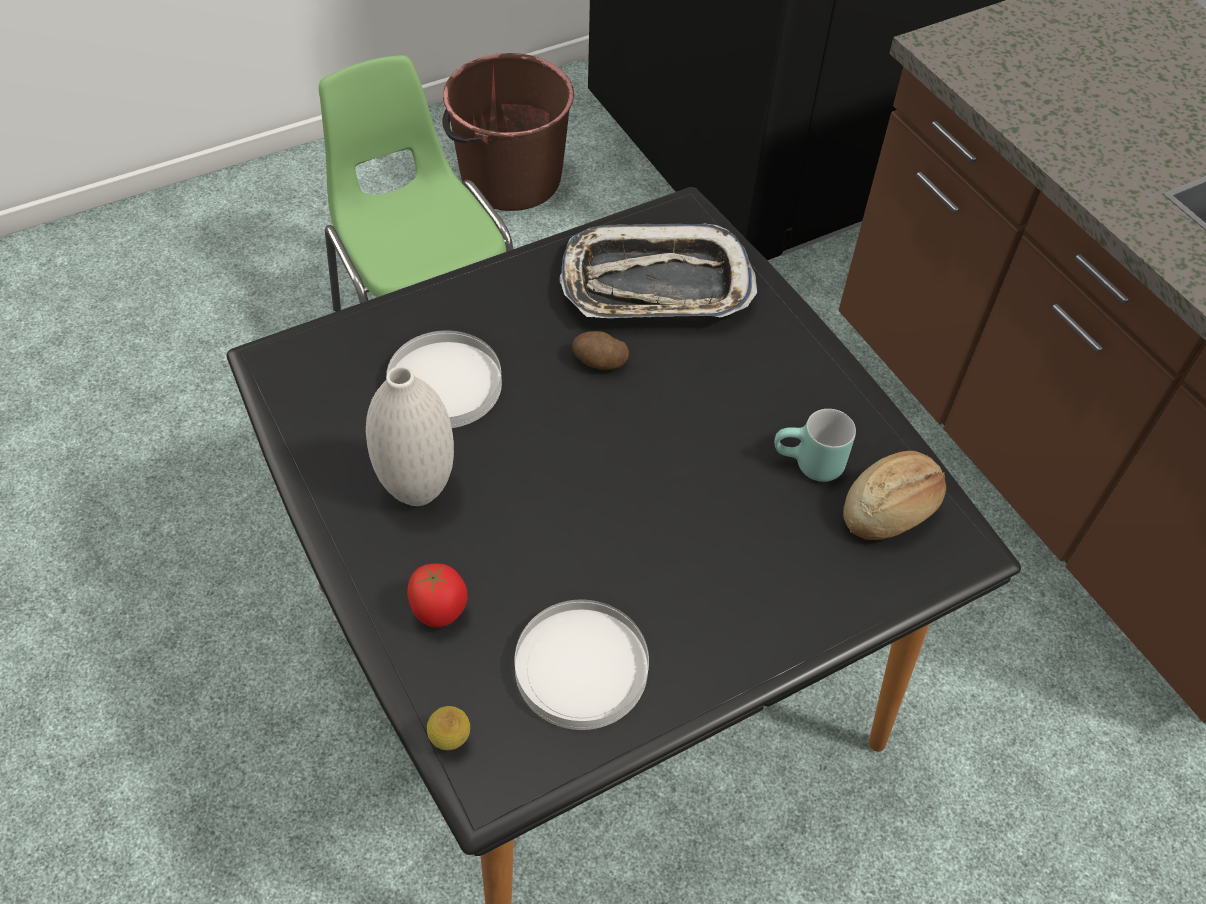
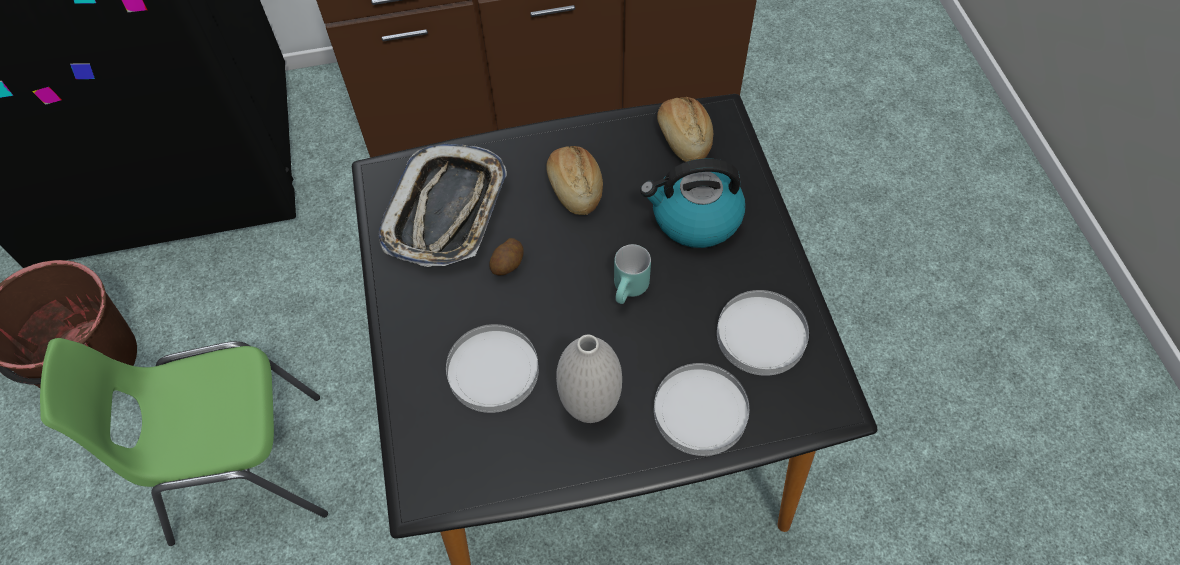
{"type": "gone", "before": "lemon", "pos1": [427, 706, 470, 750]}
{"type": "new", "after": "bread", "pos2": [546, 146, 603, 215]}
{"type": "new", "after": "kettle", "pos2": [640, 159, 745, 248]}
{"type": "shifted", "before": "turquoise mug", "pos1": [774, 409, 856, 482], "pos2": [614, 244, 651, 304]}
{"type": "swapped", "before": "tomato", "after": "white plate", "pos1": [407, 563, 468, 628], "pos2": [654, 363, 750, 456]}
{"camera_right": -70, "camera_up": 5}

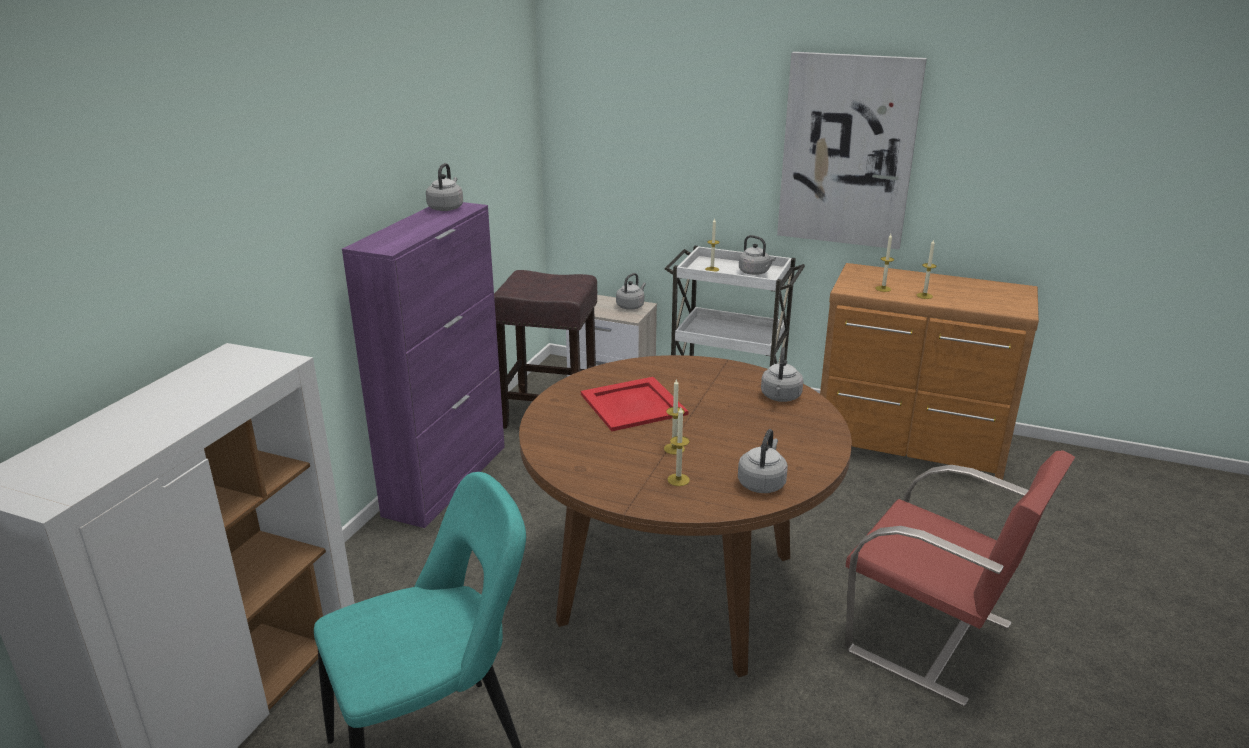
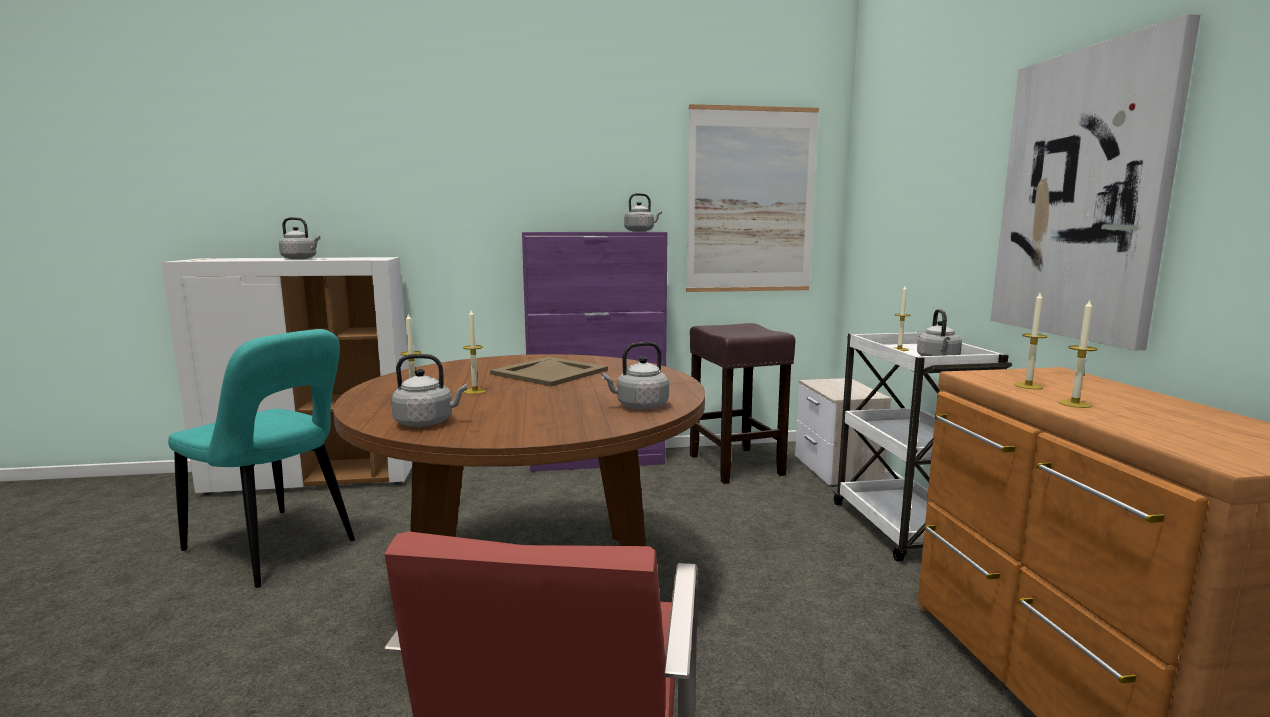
{"type": "new", "after": "picture", "pos2": [686, 104, 819, 292]}
{"type": "shifted", "before": "grey kettle", "pos1": [616, 273, 646, 310], "pos2": [279, 217, 320, 259]}
{"type": "repainted", "before": "red tray", "after": "beige tray", "pos1": [581, 377, 688, 431], "pos2": [490, 357, 608, 386]}
{"camera_right": 60, "camera_up": -15}

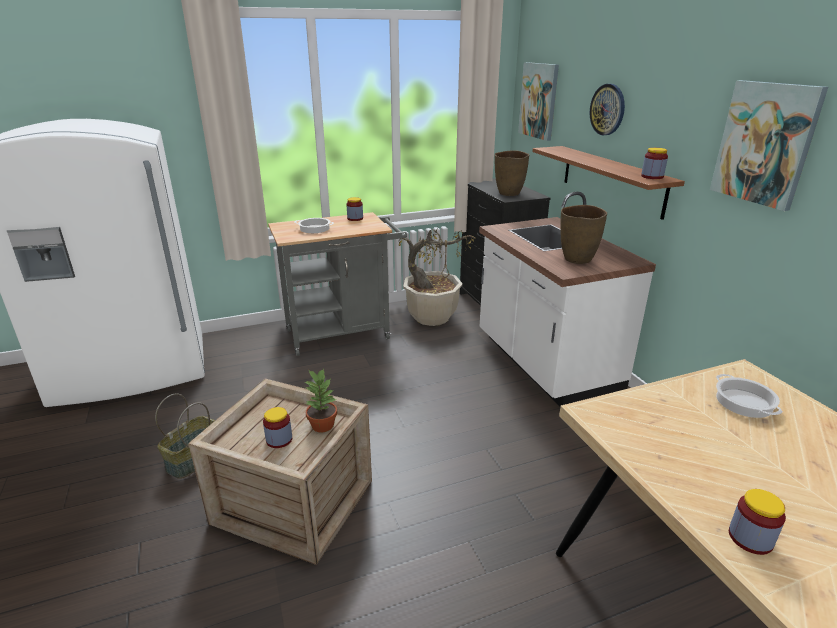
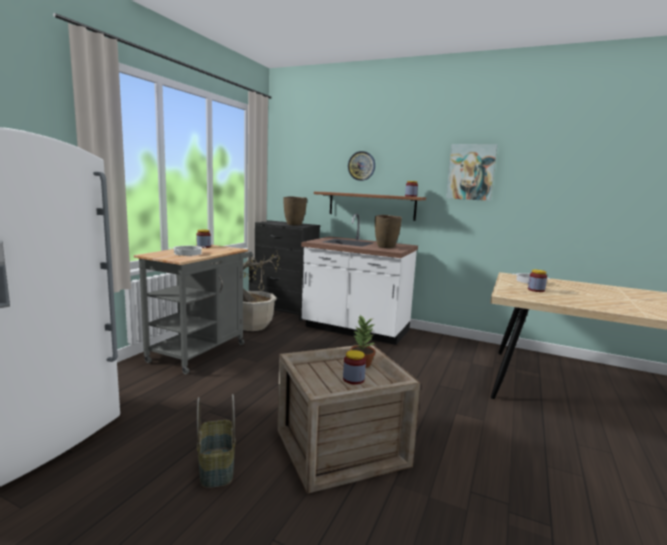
{"type": "gone", "before": "picture", "pos1": [518, 62, 559, 141]}
{"type": "shifted", "before": "jar", "pos1": [729, 489, 786, 555], "pos2": [528, 270, 547, 292]}
{"camera_right": -45, "camera_up": -15}

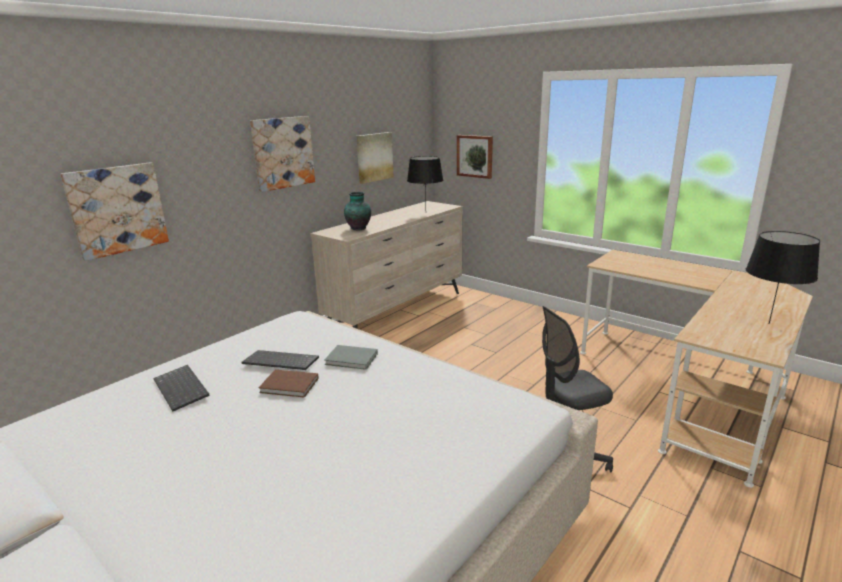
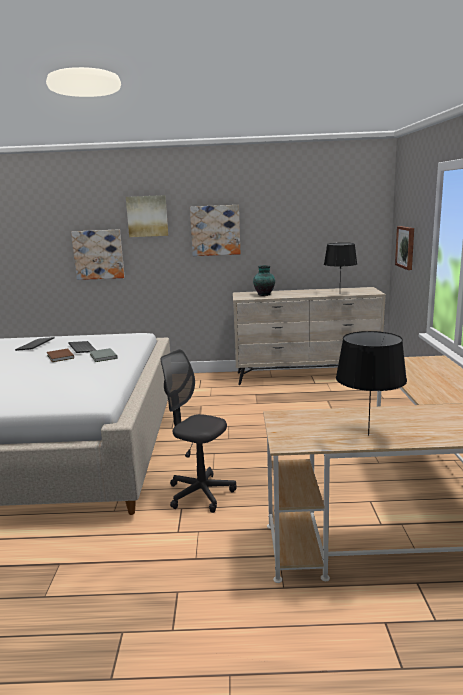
{"type": "shifted", "before": "picture", "pos1": [357, 132, 394, 184], "pos2": [126, 195, 168, 237]}
{"camera_right": 50, "camera_up": -5}

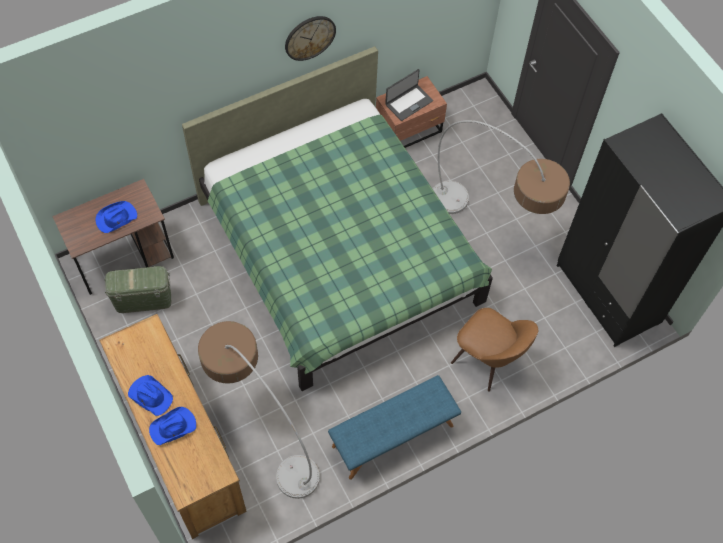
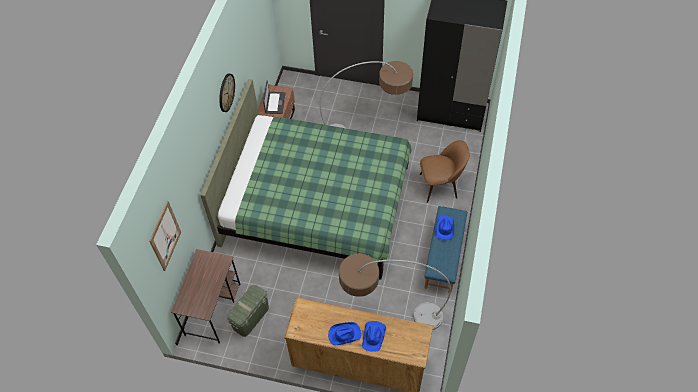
{"type": "new", "after": "picture", "pos2": [149, 201, 181, 271]}
{"type": "shifted", "before": "blue hat", "pos1": [96, 201, 137, 233], "pos2": [435, 216, 454, 240]}
{"camera_right": -45, "camera_up": -5}

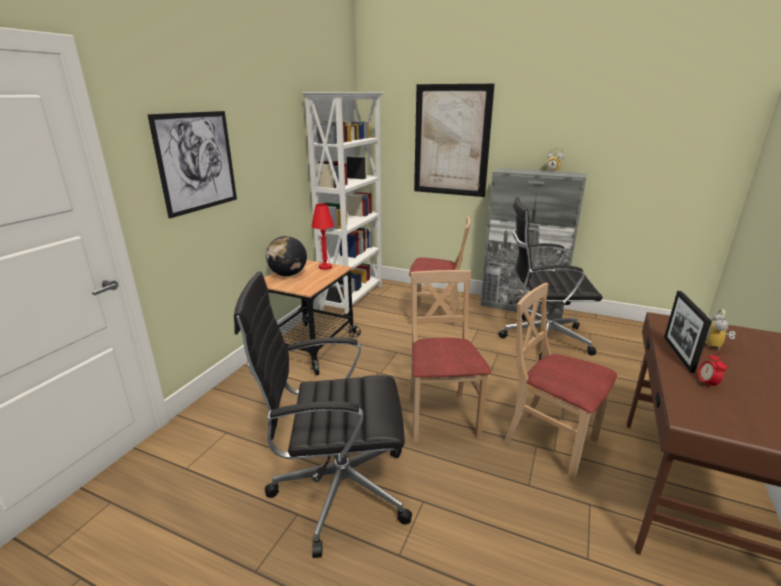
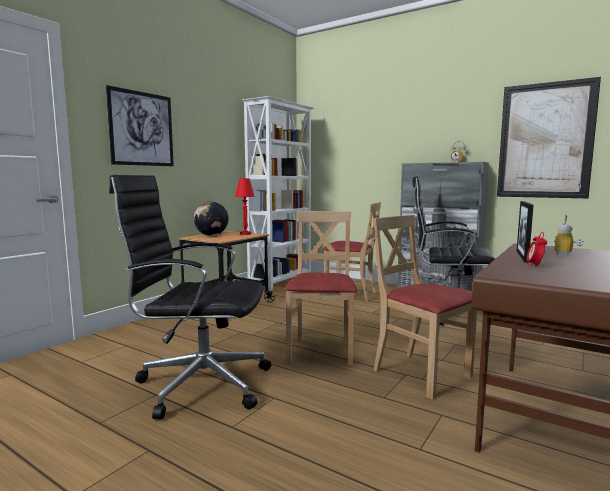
{"type": "shifted", "before": "picture", "pos1": [414, 84, 495, 197], "pos2": [497, 77, 601, 198]}
{"camera_right": 10, "camera_up": -15}

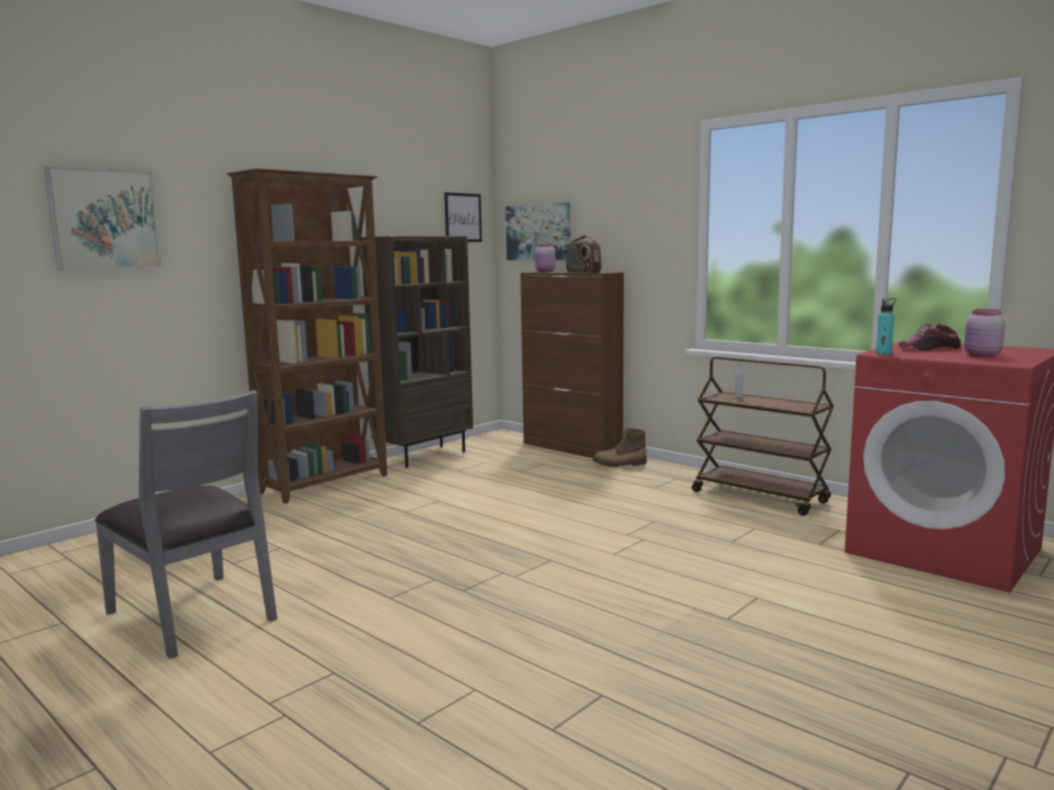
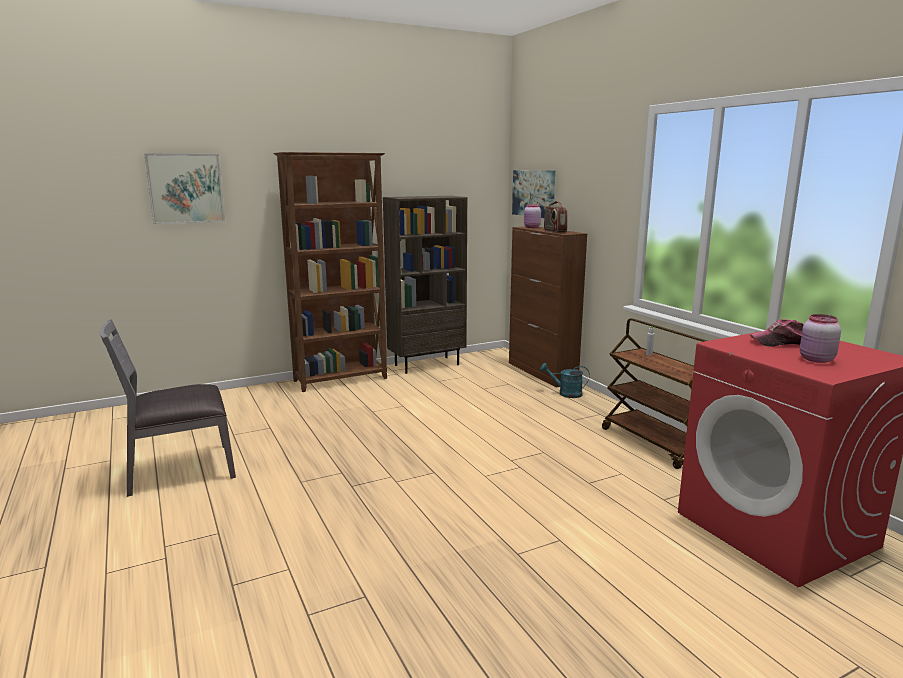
{"type": "gone", "before": "picture", "pos1": [444, 192, 482, 242]}
{"type": "gone", "before": "turquoise bottle", "pos1": [876, 298, 896, 355]}
{"type": "swapped", "before": "boot", "after": "turquoise watering can", "pos1": [592, 428, 647, 467], "pos2": [540, 363, 590, 398]}
{"type": "rotated", "before": "grey chair", "pos1": [95, 390, 277, 659], "pos2": [99, 319, 236, 497], "turn": 90}
{"camera_right": 20, "camera_up": 5}

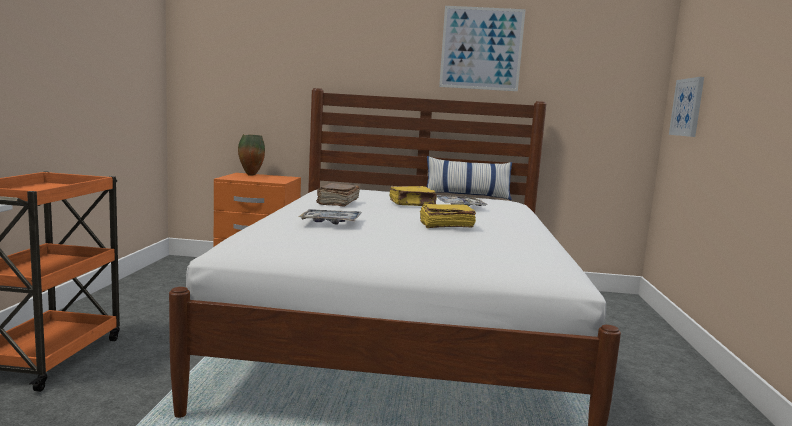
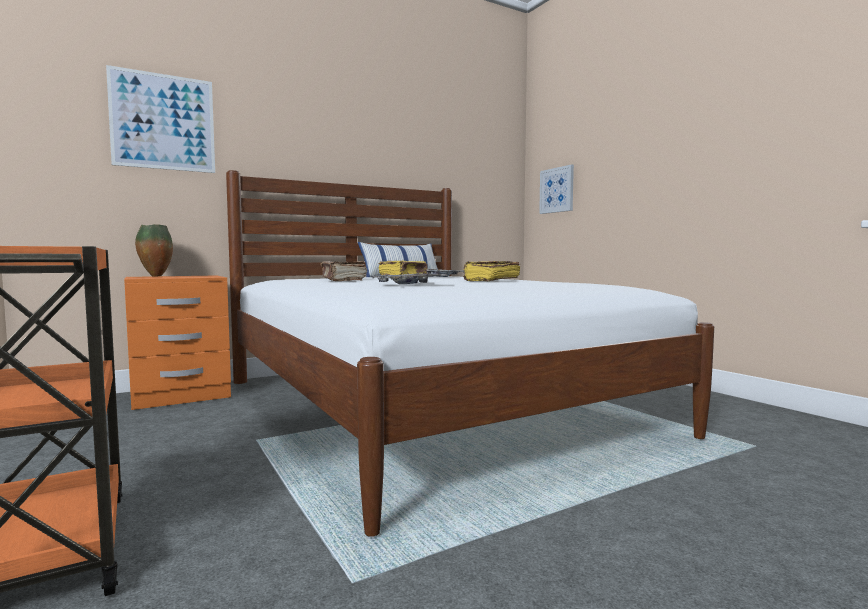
{"type": "shifted", "before": "picture", "pos1": [439, 6, 526, 91], "pos2": [106, 65, 215, 173]}
{"camera_right": -35, "camera_up": -5}

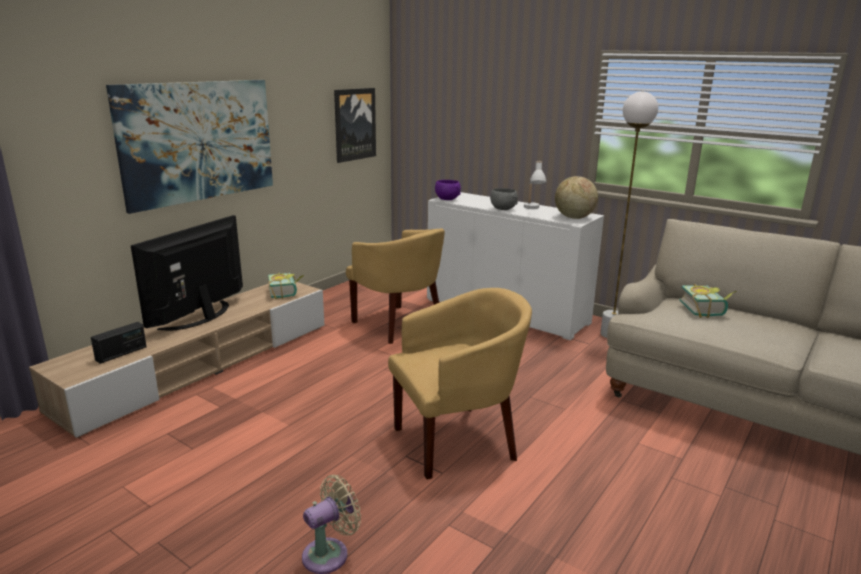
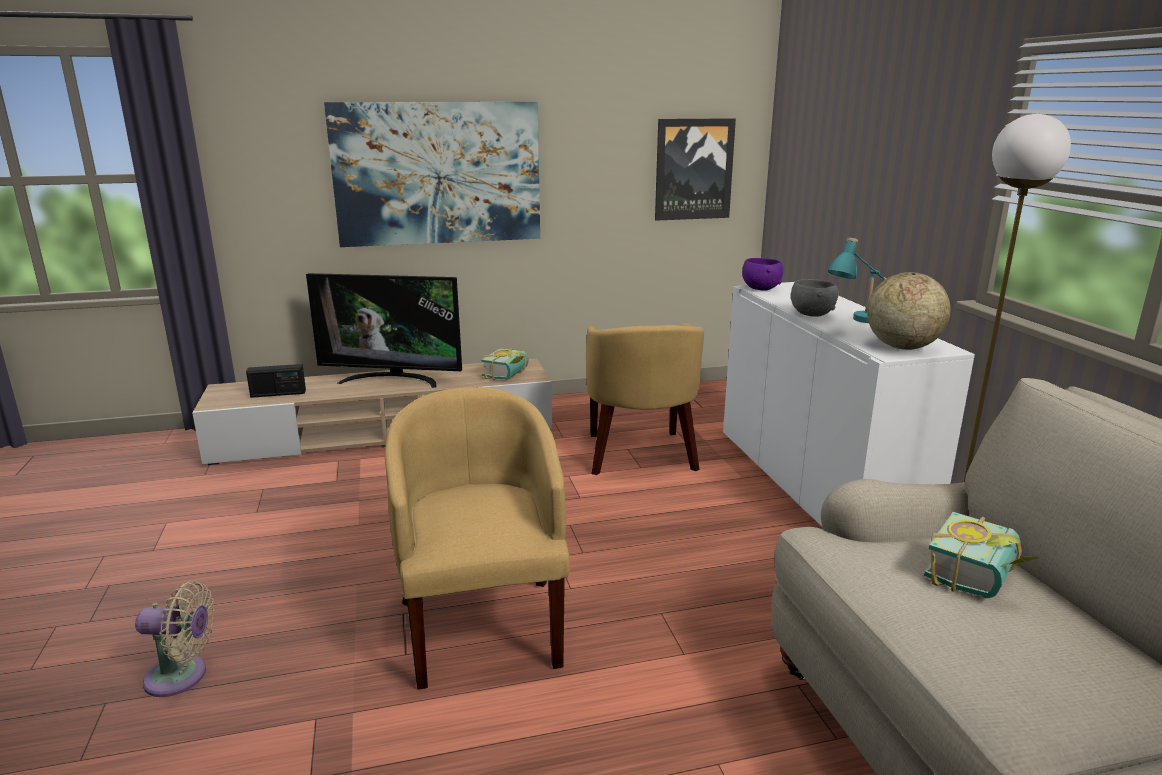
{"type": "repainted", "before": "white table lamp", "after": "turquoise table lamp", "pos1": [524, 161, 546, 209], "pos2": [828, 237, 886, 323]}
{"type": "rotated", "before": "television", "pos1": [131, 215, 243, 331], "pos2": [306, 273, 462, 388], "turn": -150}
{"type": "rotated", "before": "yellow armchair", "pos1": [388, 288, 532, 480], "pos2": [385, 387, 570, 690], "turn": -120}
{"camera_right": 40, "camera_up": 0}

